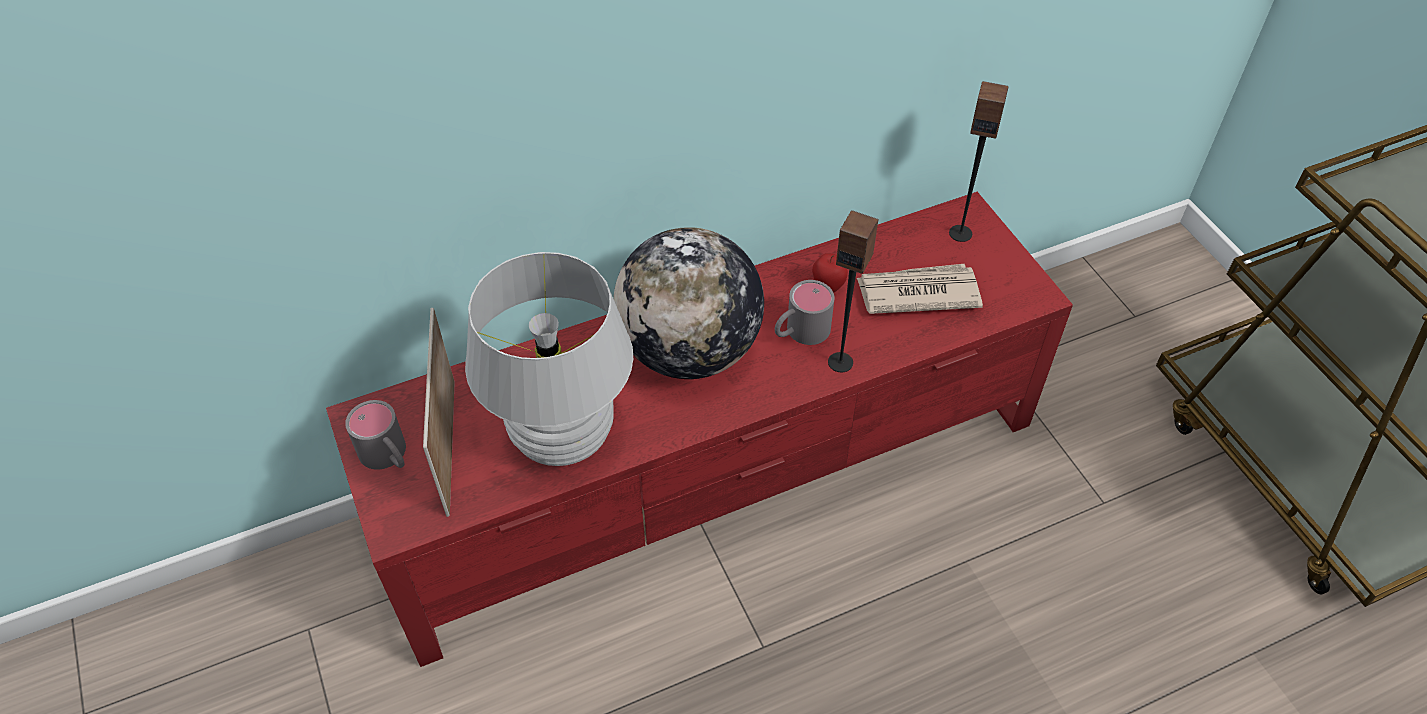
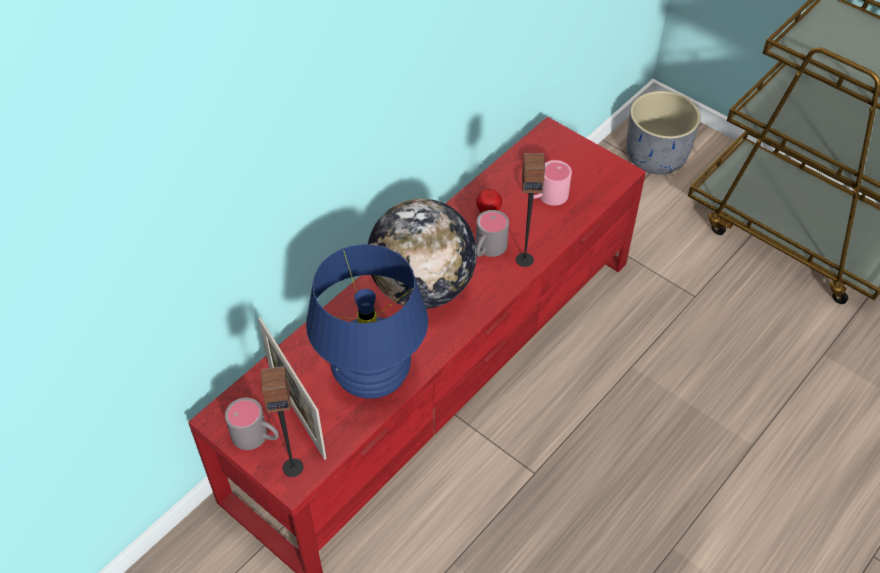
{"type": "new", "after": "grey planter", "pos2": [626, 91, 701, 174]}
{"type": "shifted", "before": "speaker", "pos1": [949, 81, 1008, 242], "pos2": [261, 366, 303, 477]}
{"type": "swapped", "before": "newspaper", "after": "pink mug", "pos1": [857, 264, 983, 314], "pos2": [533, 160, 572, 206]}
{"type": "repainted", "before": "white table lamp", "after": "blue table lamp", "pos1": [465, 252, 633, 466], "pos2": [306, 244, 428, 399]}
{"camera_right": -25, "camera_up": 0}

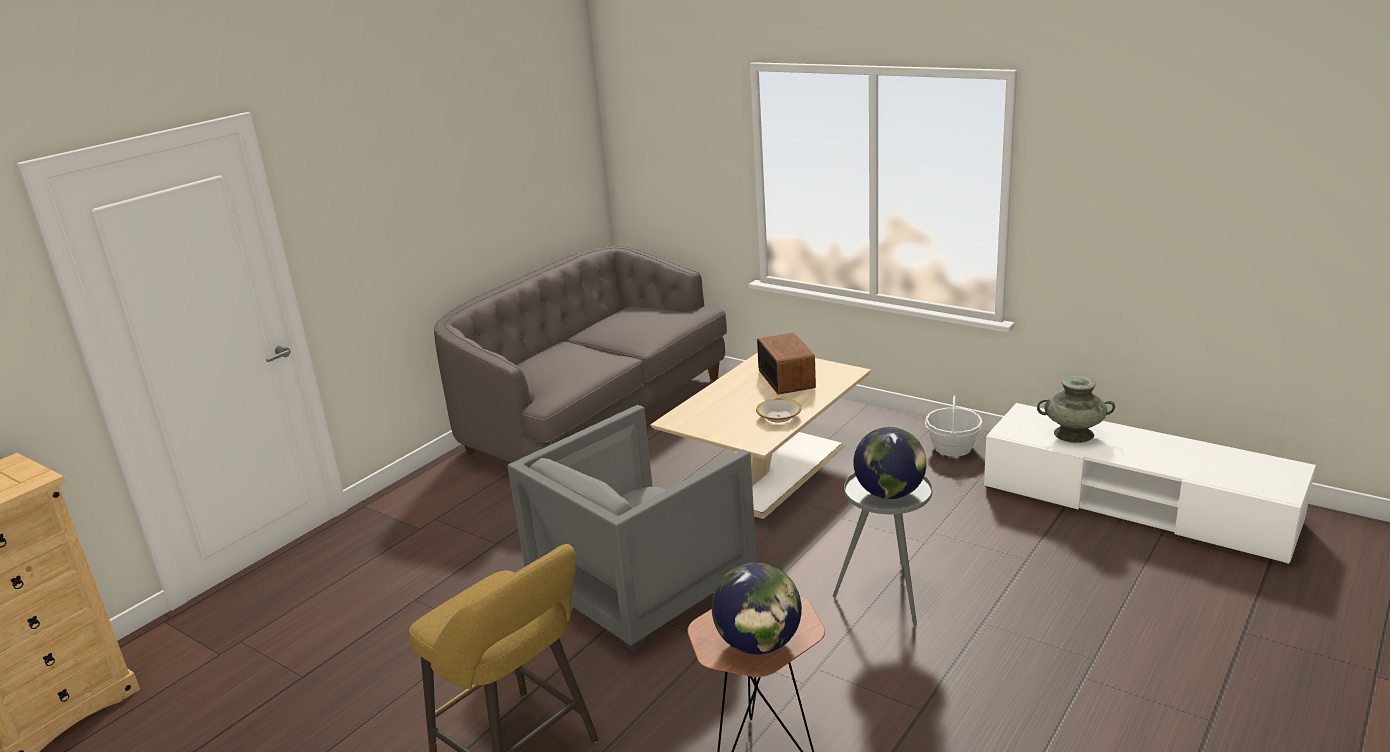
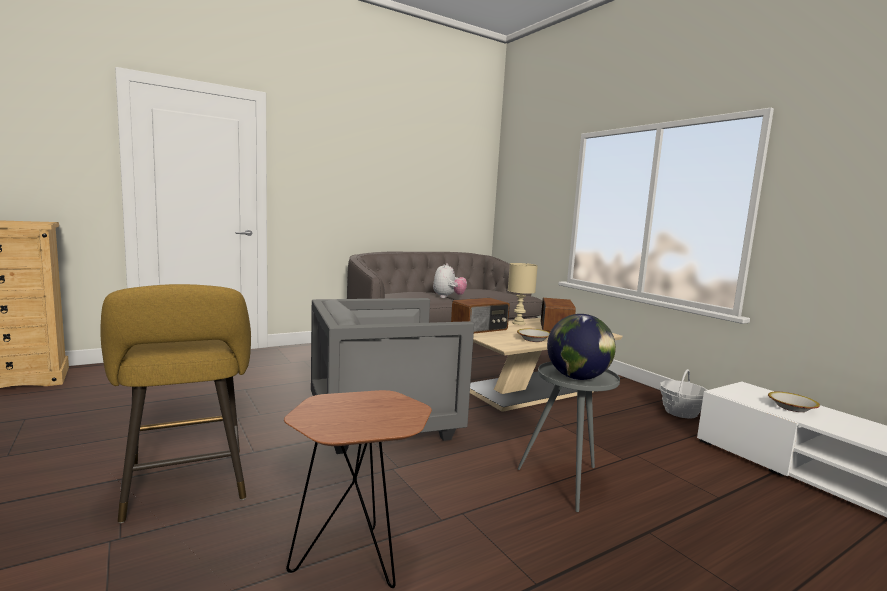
{"type": "gone", "before": "globe", "pos1": [712, 562, 802, 654]}
{"type": "new", "after": "plush toy", "pos2": [433, 263, 467, 298]}
{"type": "new", "after": "radio", "pos2": [451, 298, 510, 334]}
{"type": "new", "after": "beige table lamp", "pos2": [508, 263, 538, 325]}
{"type": "swapped", "before": "turquoise vase", "after": "bowl", "pos1": [1037, 376, 1115, 443], "pos2": [768, 392, 820, 412]}
{"camera_right": 20, "camera_up": -15}

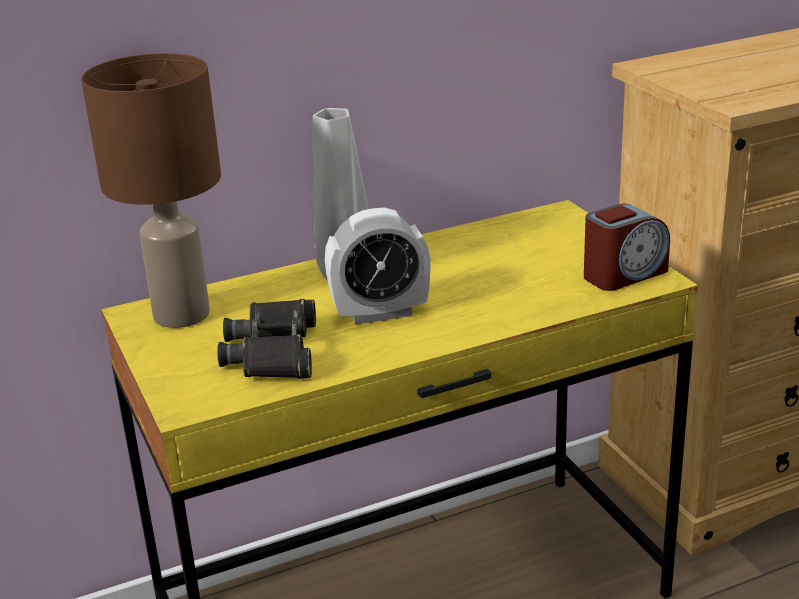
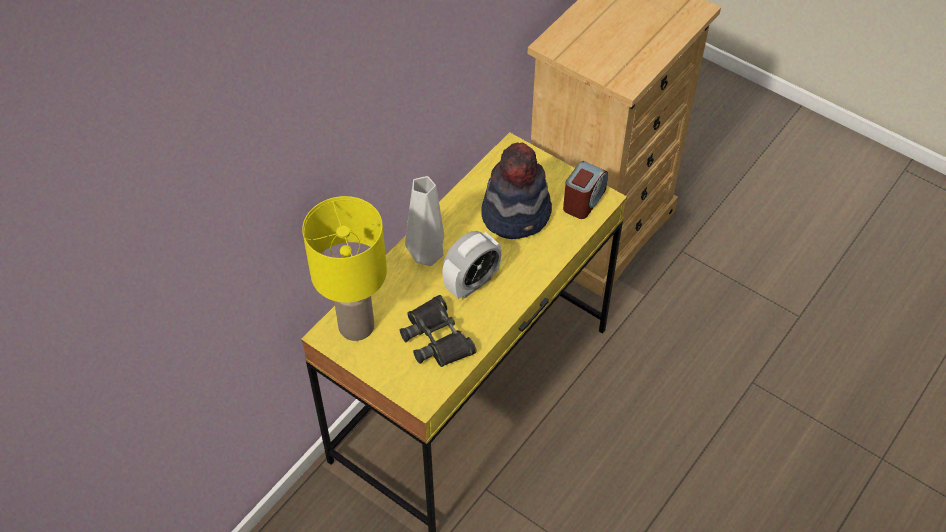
{"type": "new", "after": "hat", "pos2": [481, 142, 552, 239]}
{"type": "repainted", "before": "brown table lamp", "after": "yellow table lamp", "pos1": [81, 53, 221, 328], "pos2": [302, 196, 387, 341]}
{"camera_right": -30, "camera_up": 25}

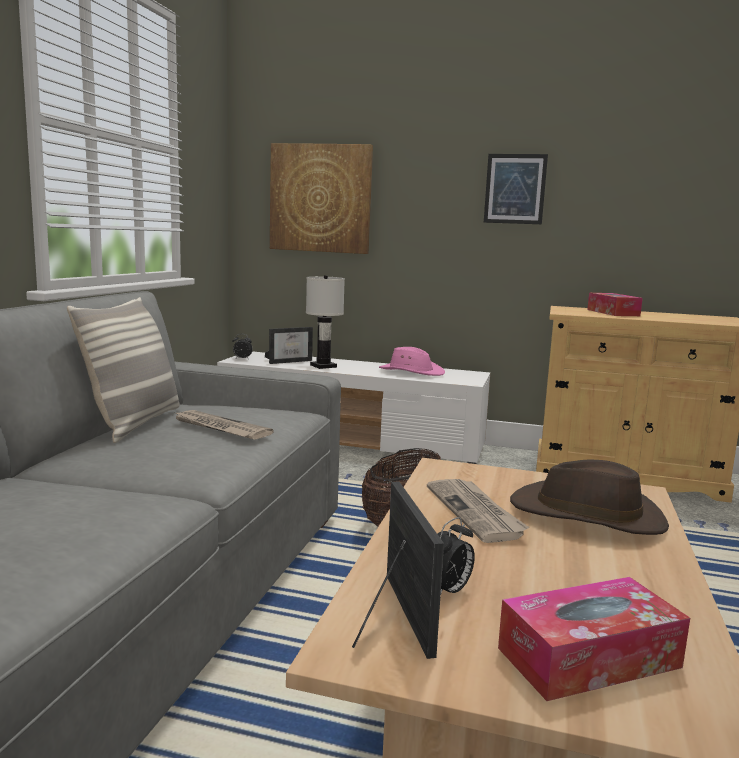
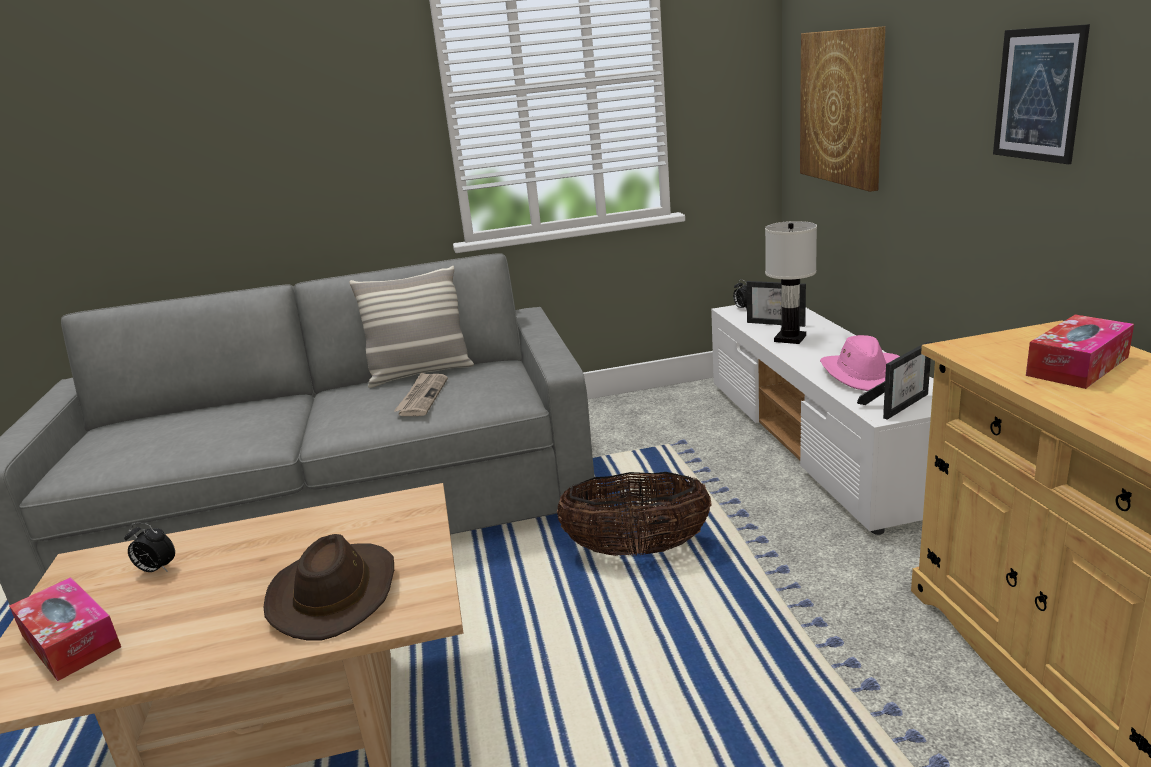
{"type": "gone", "before": "newspaper", "pos1": [427, 479, 529, 543]}
{"type": "shifted", "before": "picture frame", "pos1": [352, 481, 444, 659], "pos2": [857, 341, 932, 420]}
{"camera_right": 65, "camera_up": 10}

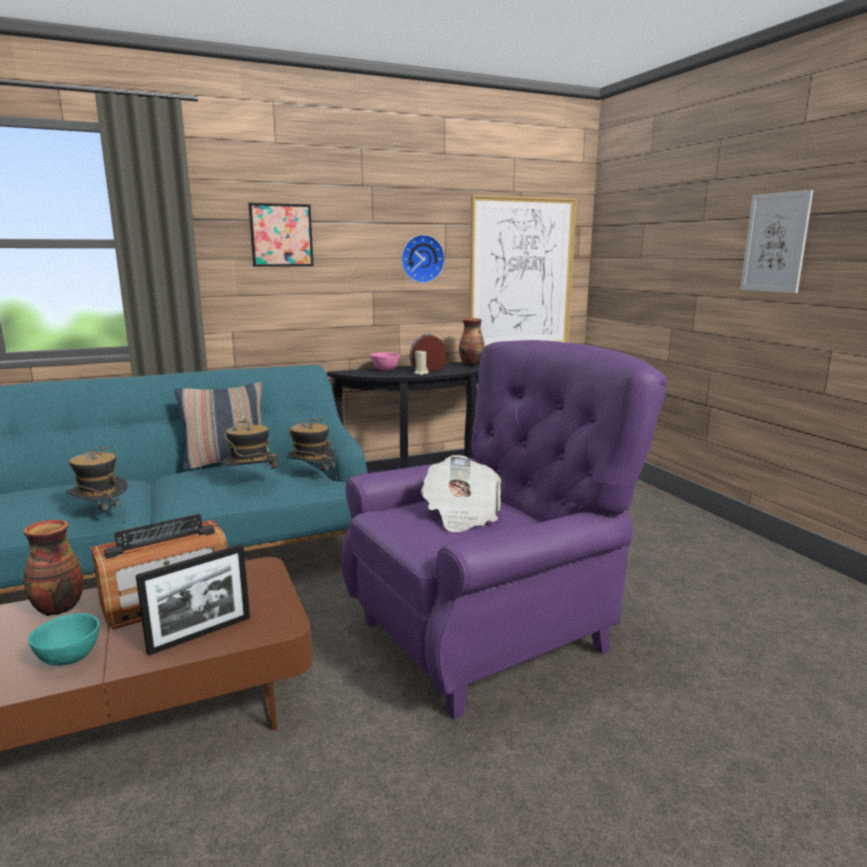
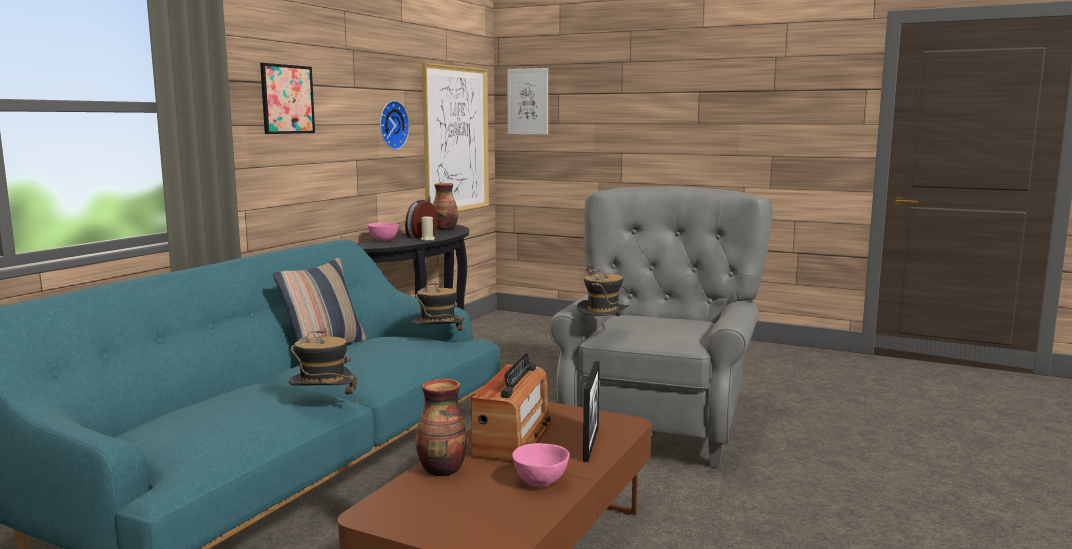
{"type": "gone", "before": "newspaper", "pos1": [421, 455, 501, 532]}
{"type": "shifted", "before": "hat", "pos1": [222, 419, 279, 478], "pos2": [577, 268, 629, 328]}
{"type": "shifted", "before": "picture", "pos1": [740, 190, 813, 293], "pos2": [507, 68, 548, 135]}
{"type": "repainted", "before": "turquoise bowl", "after": "pink bowl", "pos1": [28, 613, 99, 666], "pos2": [512, 443, 569, 487]}
{"type": "repainted", "before": "purple armchair", "after": "grey armchair", "pos1": [341, 340, 667, 719], "pos2": [549, 187, 773, 469]}
{"camera_right": -40, "camera_up": -5}

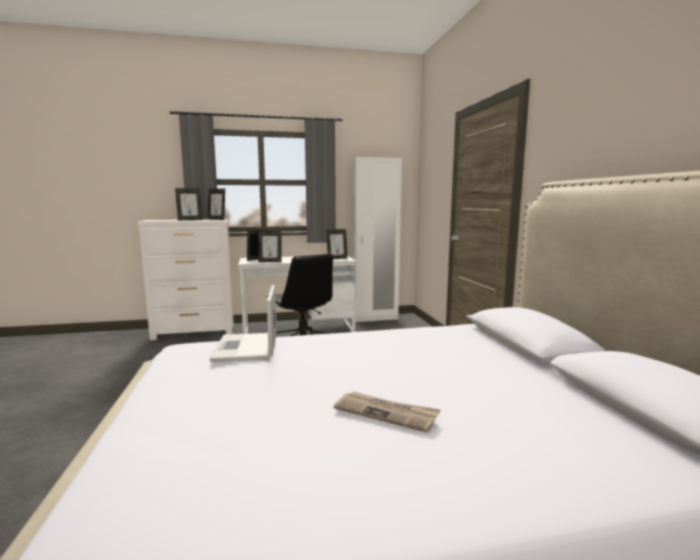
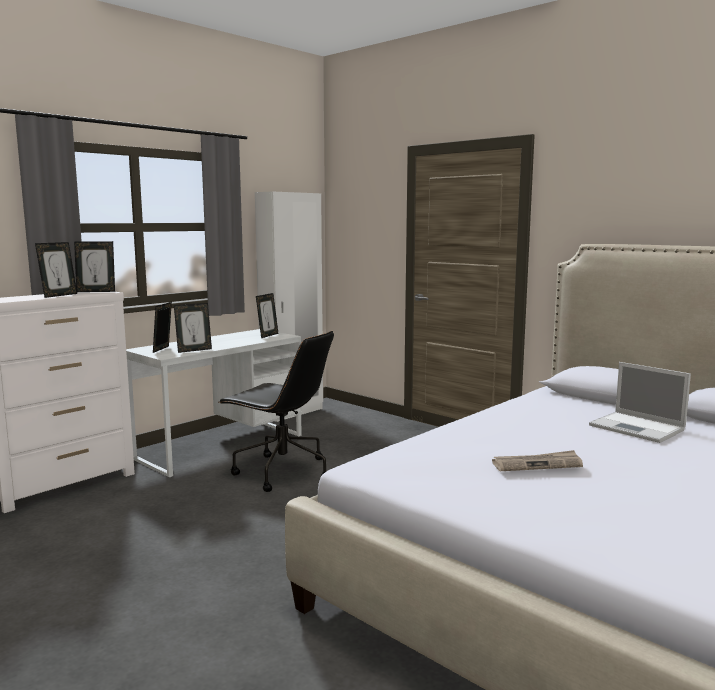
{"type": "shifted", "before": "laptop", "pos1": [210, 285, 277, 362], "pos2": [589, 362, 691, 443]}
{"type": "shifted", "before": "newspaper", "pos1": [334, 392, 441, 433], "pos2": [492, 450, 583, 471]}
{"camera_right": -35, "camera_up": 0}

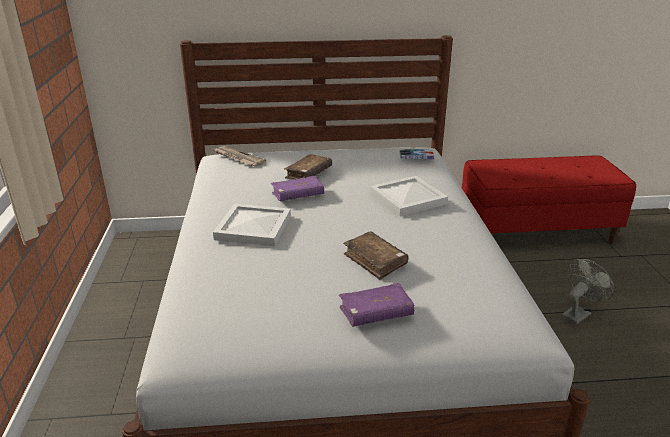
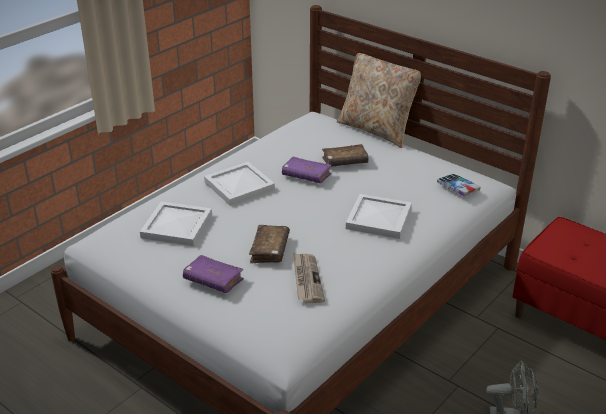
{"type": "new", "after": "white tray", "pos2": [140, 201, 212, 246]}
{"type": "new", "after": "beige pillow", "pos2": [337, 53, 421, 148]}
{"type": "shifted", "before": "newspaper", "pos1": [212, 146, 266, 166], "pos2": [293, 253, 325, 303]}
{"camera_right": 45, "camera_up": 5}

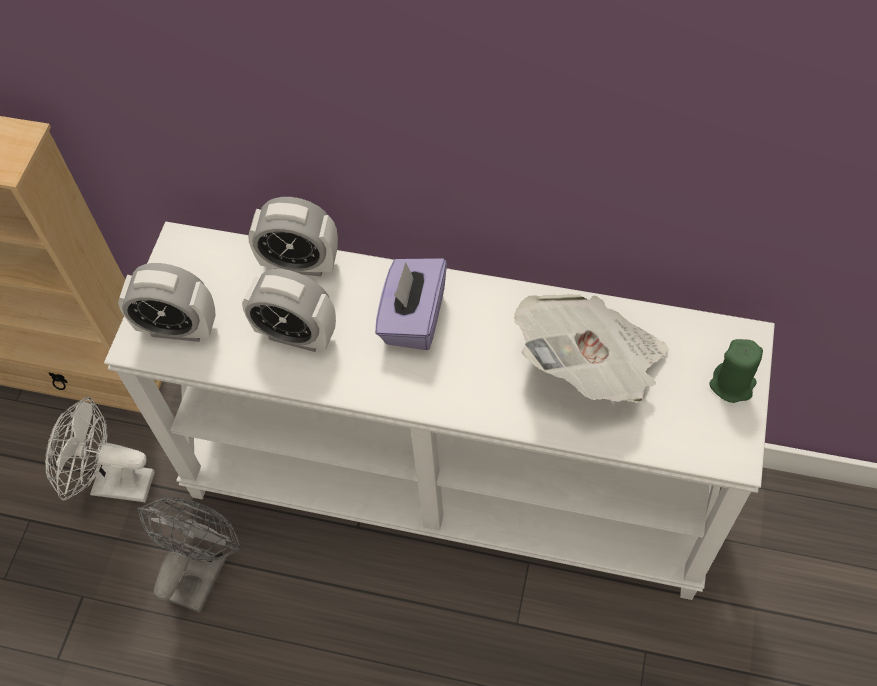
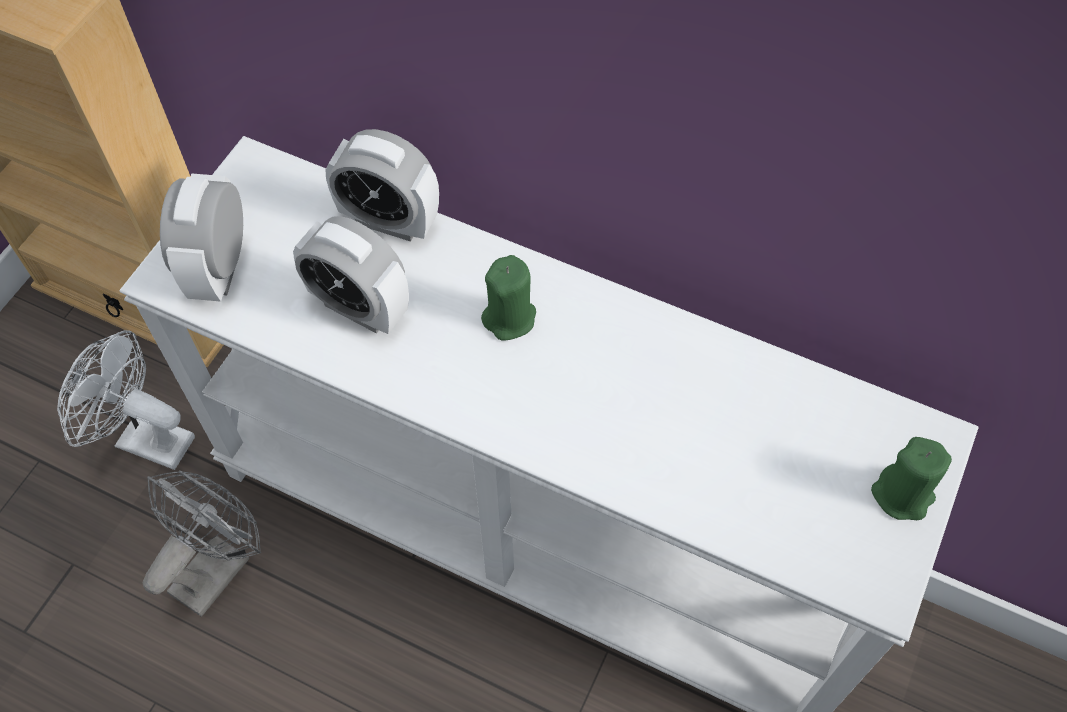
{"type": "gone", "before": "newspaper", "pos1": [514, 294, 669, 403]}
{"type": "swapped", "before": "purple tissue box", "after": "green candle", "pos1": [375, 258, 447, 350], "pos2": [481, 255, 536, 341]}
{"type": "rotated", "before": "alarm clock", "pos1": [118, 263, 216, 342], "pos2": [160, 173, 244, 302], "turn": 75}
{"camera_right": 10, "camera_up": 0}

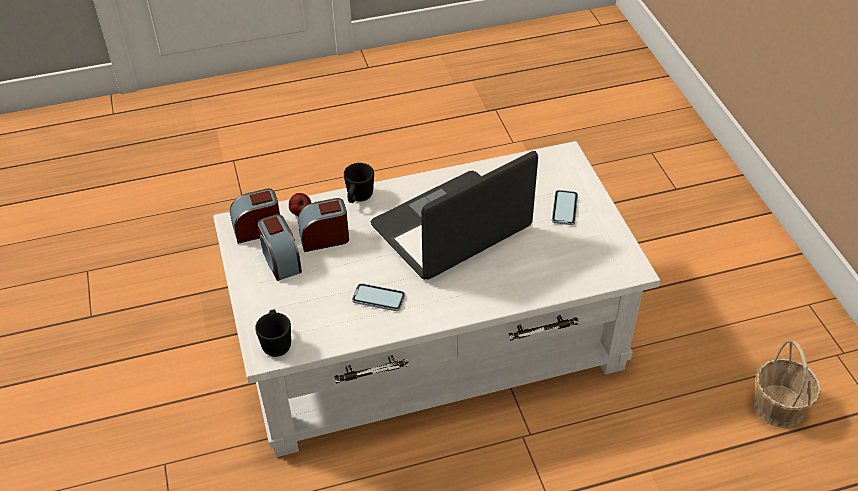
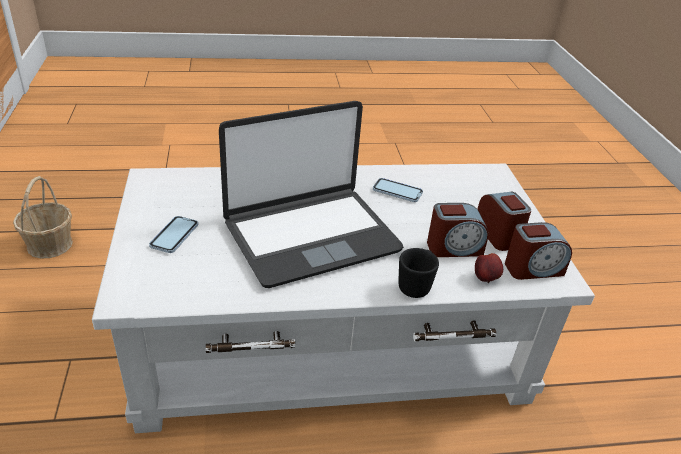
{"type": "gone", "before": "black mug", "pos1": [255, 310, 291, 357]}
{"camera_right": -175, "camera_up": -10}

